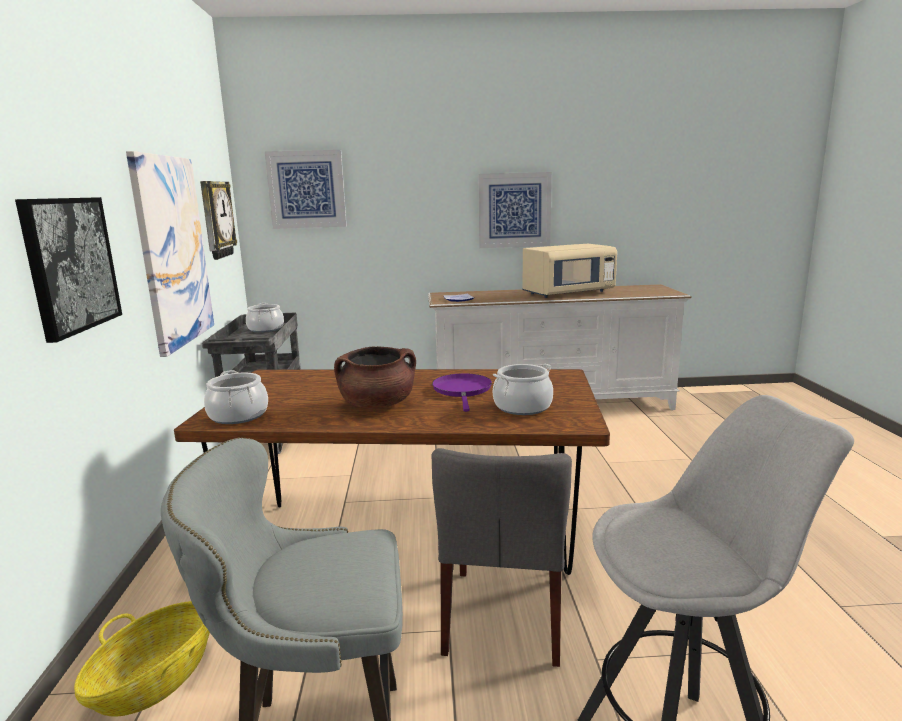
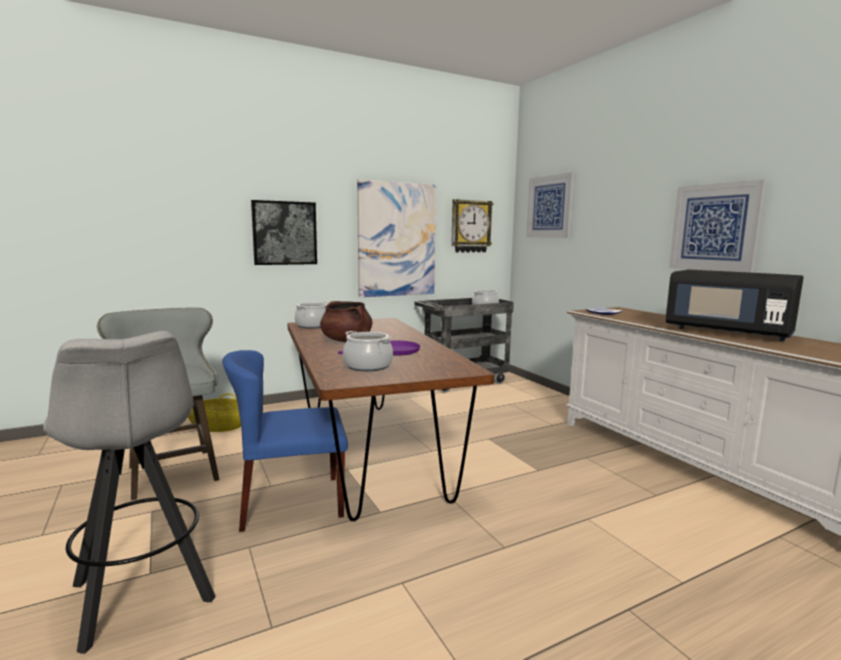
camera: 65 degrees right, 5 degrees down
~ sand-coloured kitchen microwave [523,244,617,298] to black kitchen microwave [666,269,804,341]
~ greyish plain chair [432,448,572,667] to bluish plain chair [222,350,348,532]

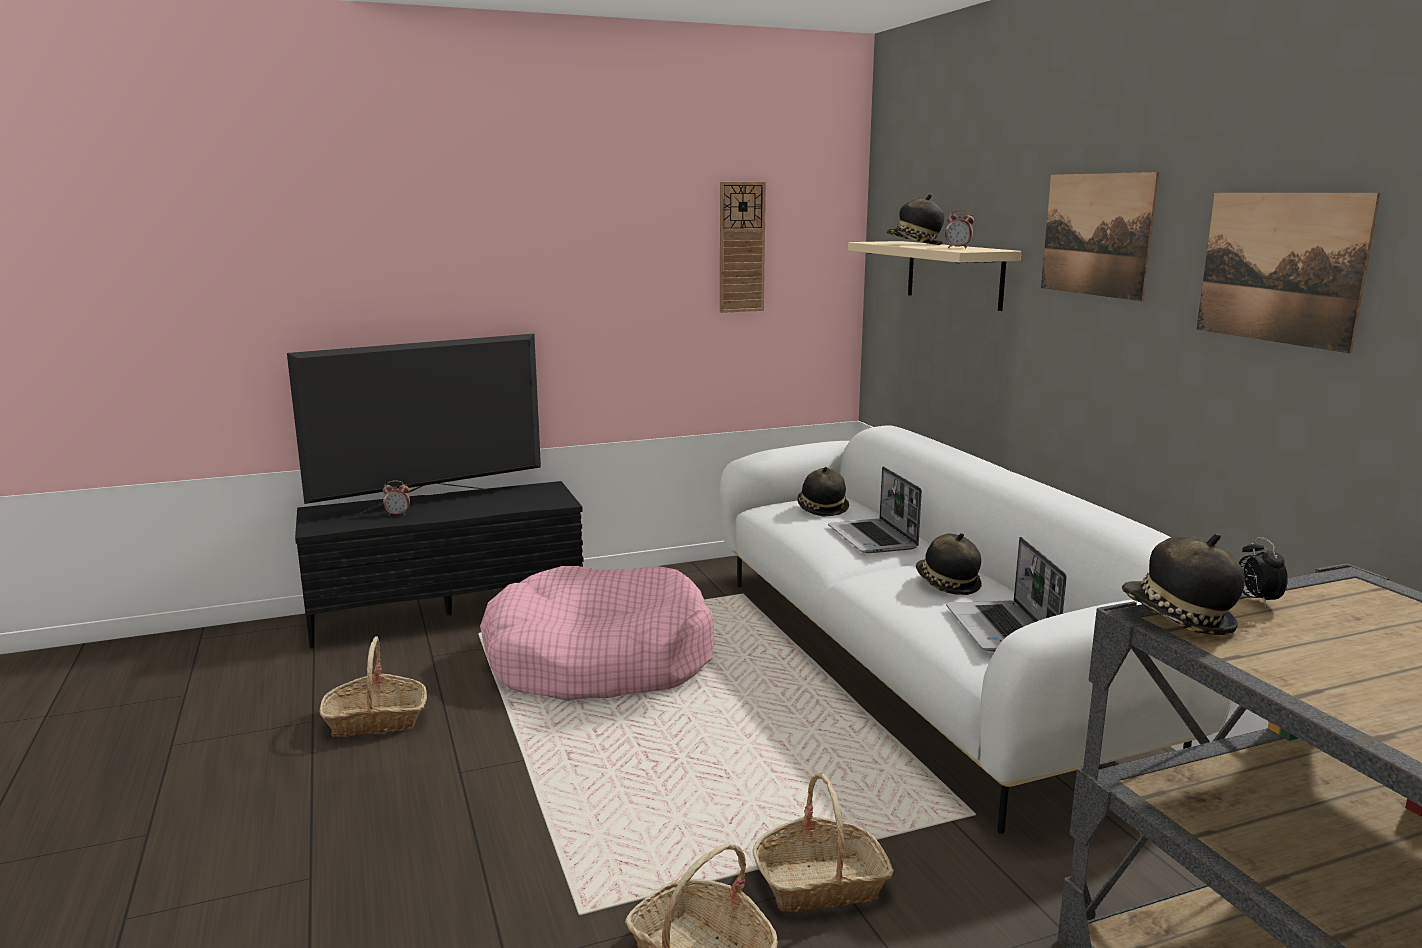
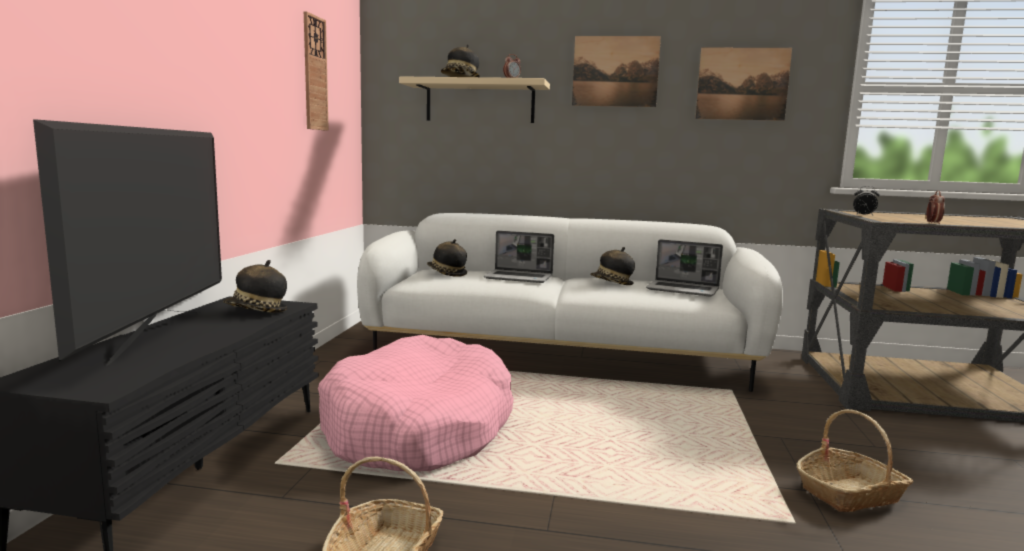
camera: 60 degrees left, 5 degrees down
~ table clock [383,480,410,516] to [926,191,945,224]
~ wearable hat [1122,534,1245,635] to [223,260,287,313]
- storage basket [753,774,894,912]

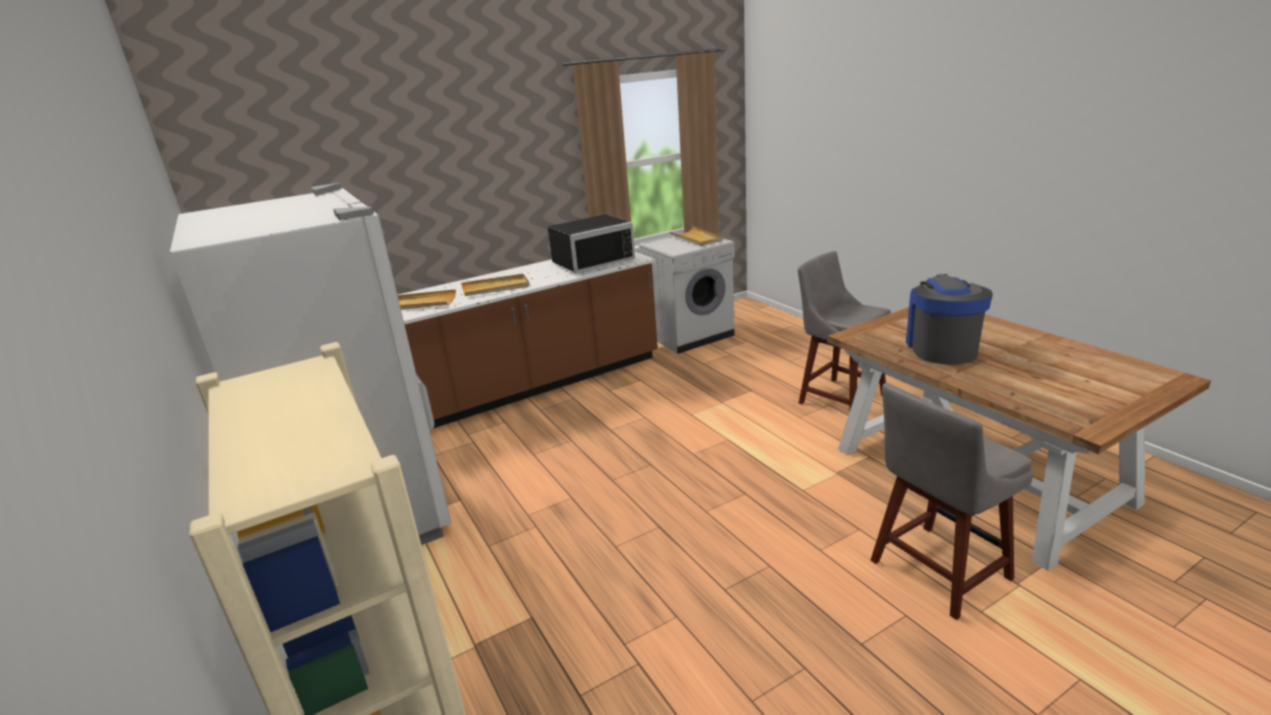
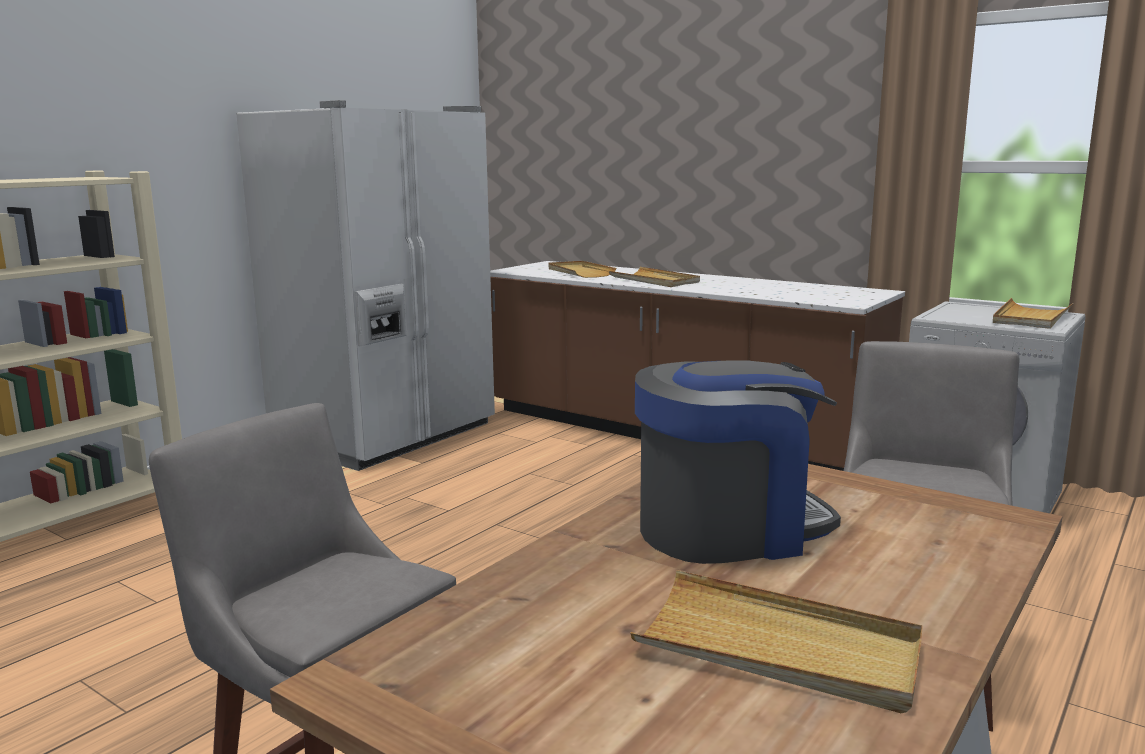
camera: 65 degrees right, 10 degrees down
- black kitchen microwave [548,214,635,273]
+ sand-coloured tray [631,570,923,713]

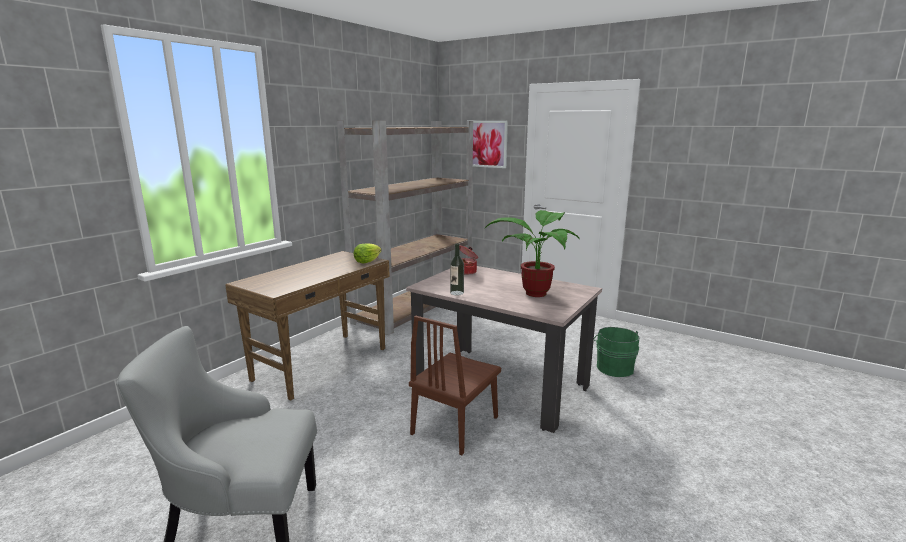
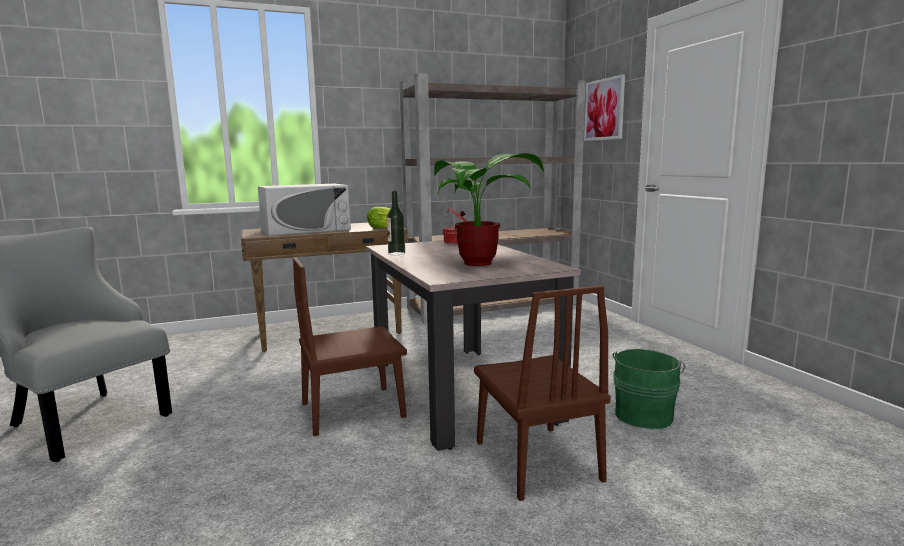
camera: 35 degrees right, 5 degrees down
+ white kitchen microwave [258,184,351,236]
+ brown-coloured plain chair [474,286,611,501]

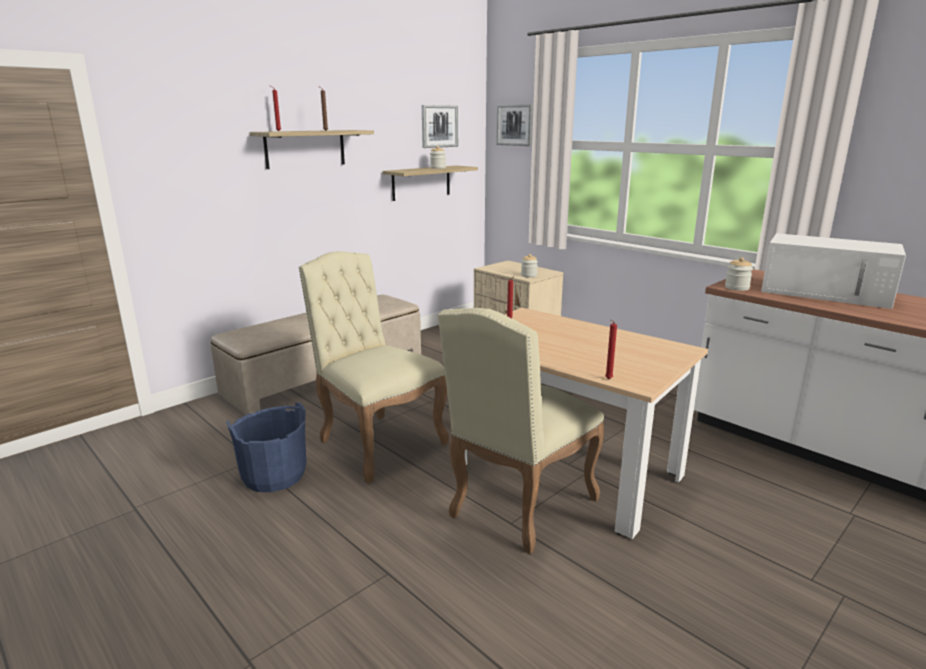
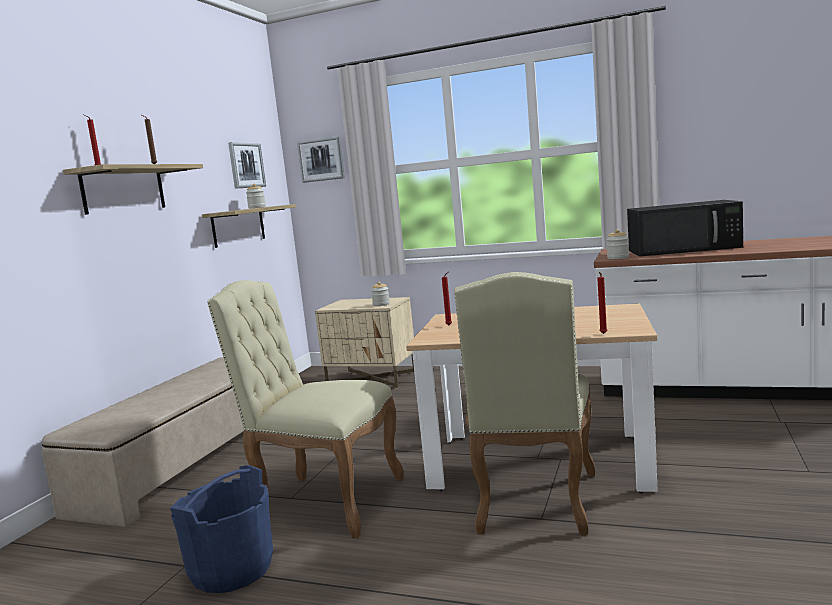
camera: 25 degrees left, 10 degrees down
~ white kitchen microwave [761,233,906,309] to black kitchen microwave [627,200,743,256]

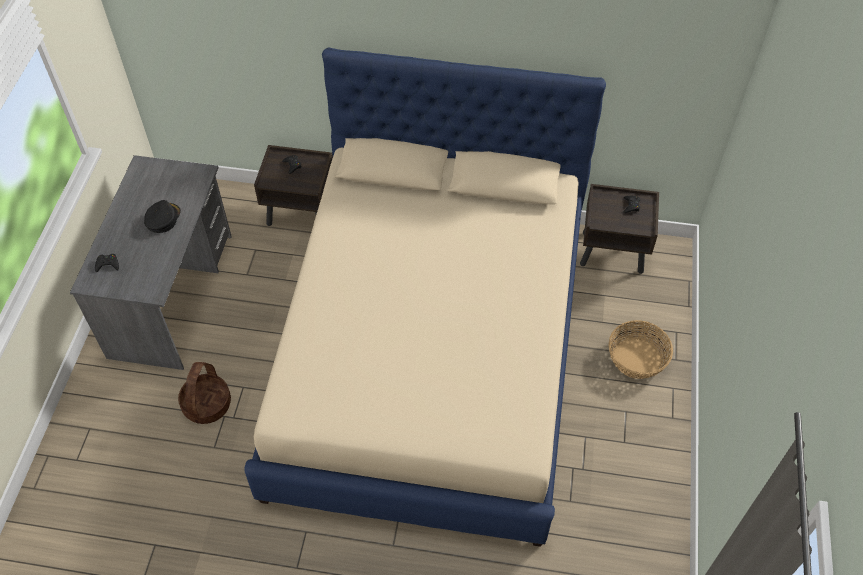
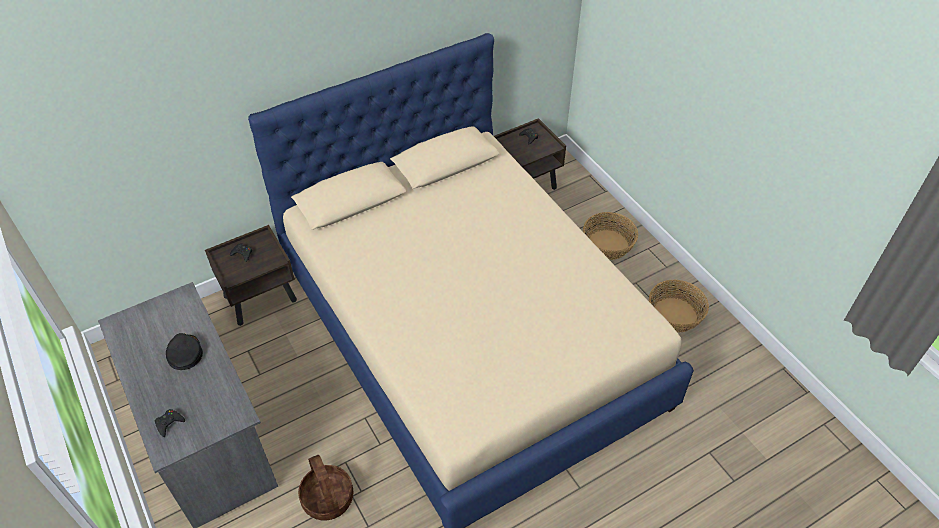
camera: 40 degrees left, 5 degrees down
+ storage basket [649,280,709,333]

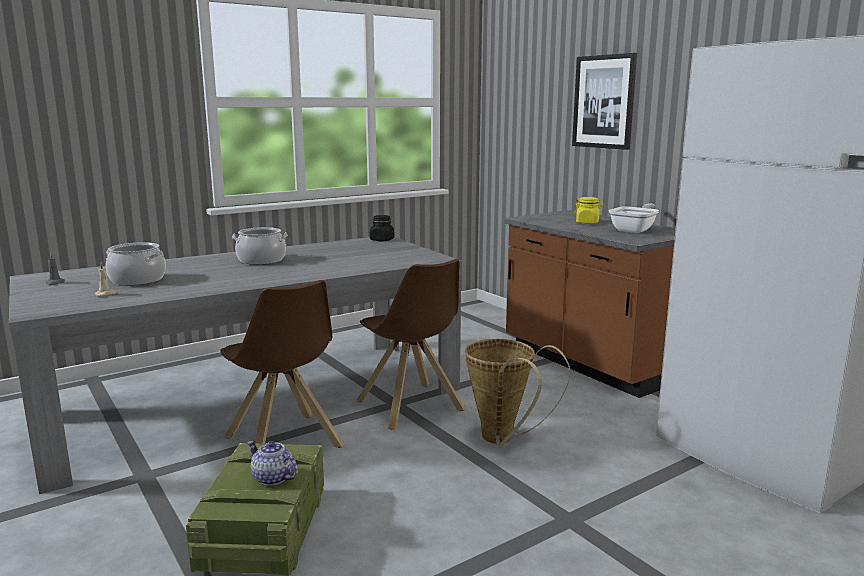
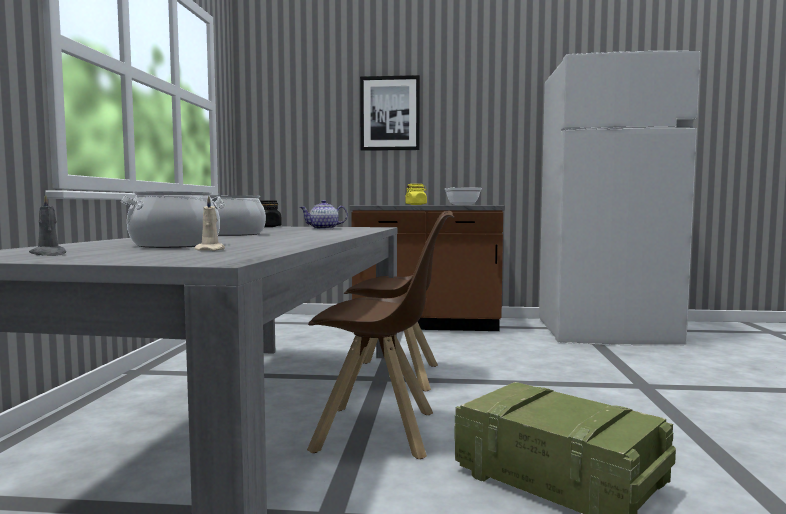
camera: 50 degrees left, 10 degrees down
- storage basket [465,339,570,446]
~ tea pot [247,441,298,486] to [299,200,348,229]

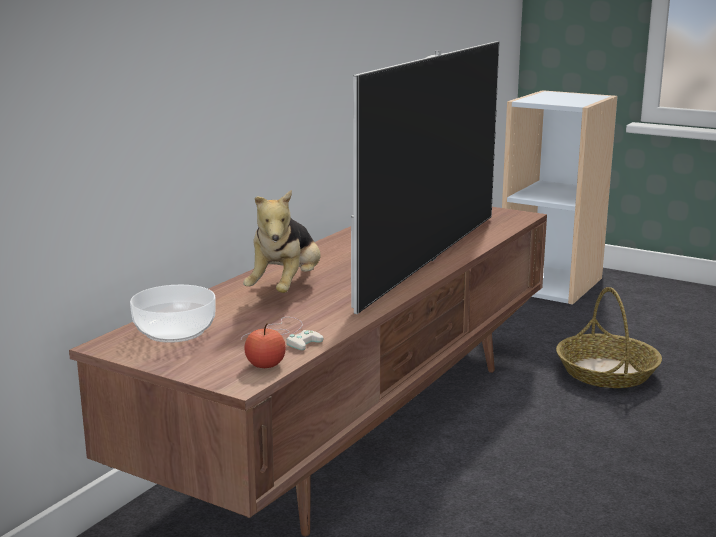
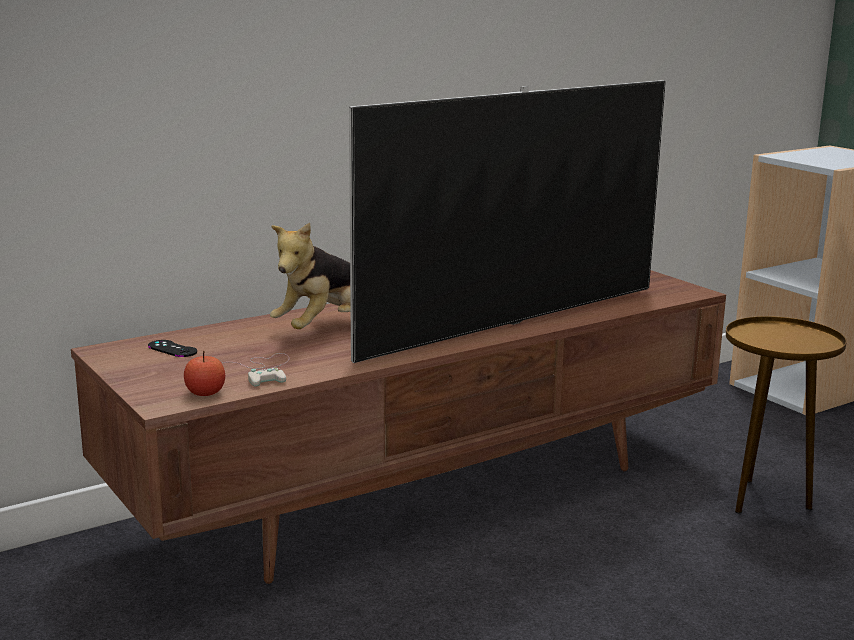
camera: 25 degrees right, 0 degrees up
~ serving bowl [130,285,216,343] to black joypad [148,340,197,357]
~ storage basket [556,287,662,388] to brown-coloured end table [726,316,847,513]

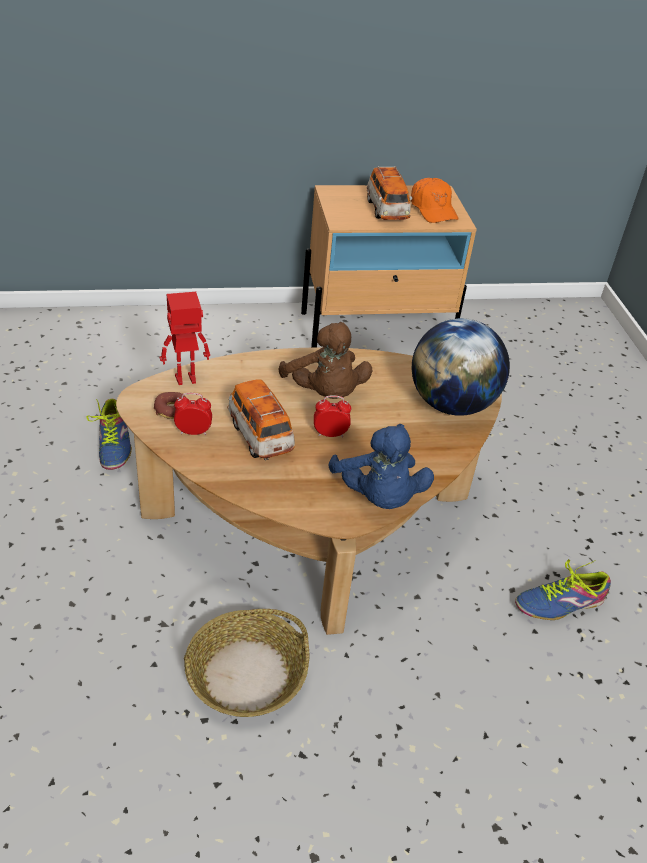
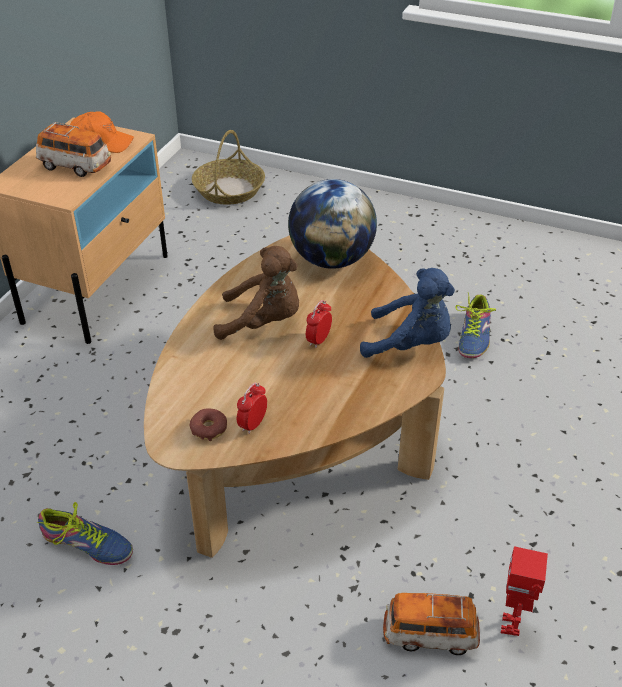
camera: 55 degrees left, 0 degrees up
~ toy robot [160,292,210,385] to [501,546,548,636]
~ toy car [227,379,295,460] to [383,593,480,655]
~ storage basket [184,609,309,717] to [192,130,265,205]

